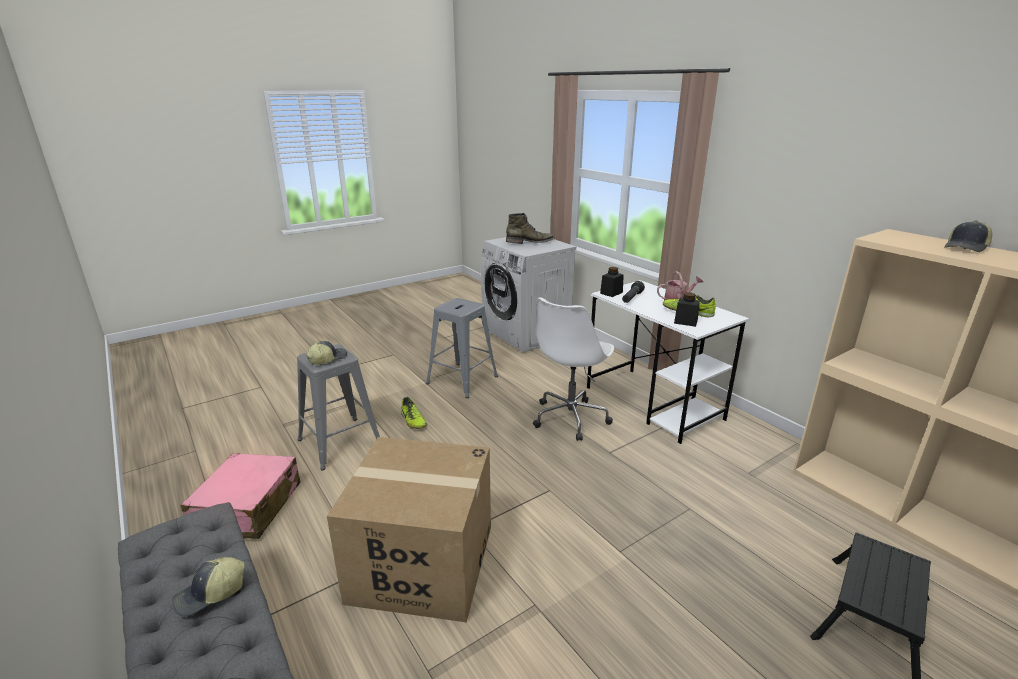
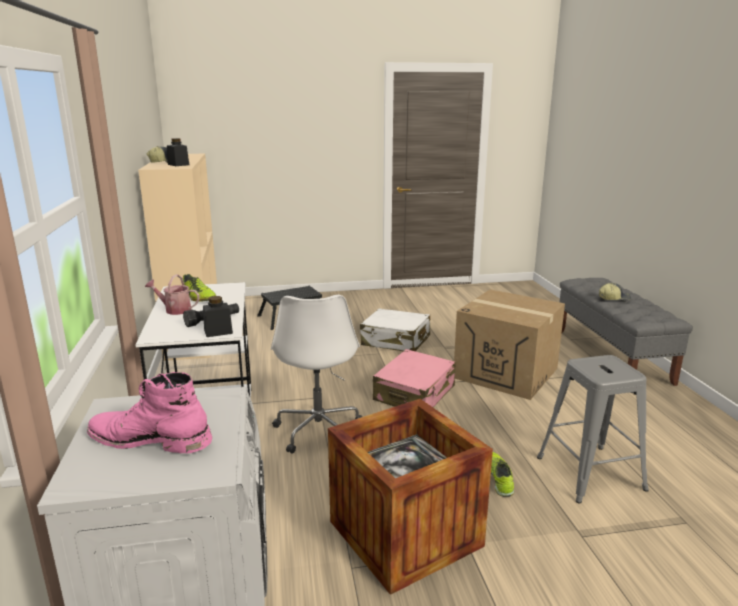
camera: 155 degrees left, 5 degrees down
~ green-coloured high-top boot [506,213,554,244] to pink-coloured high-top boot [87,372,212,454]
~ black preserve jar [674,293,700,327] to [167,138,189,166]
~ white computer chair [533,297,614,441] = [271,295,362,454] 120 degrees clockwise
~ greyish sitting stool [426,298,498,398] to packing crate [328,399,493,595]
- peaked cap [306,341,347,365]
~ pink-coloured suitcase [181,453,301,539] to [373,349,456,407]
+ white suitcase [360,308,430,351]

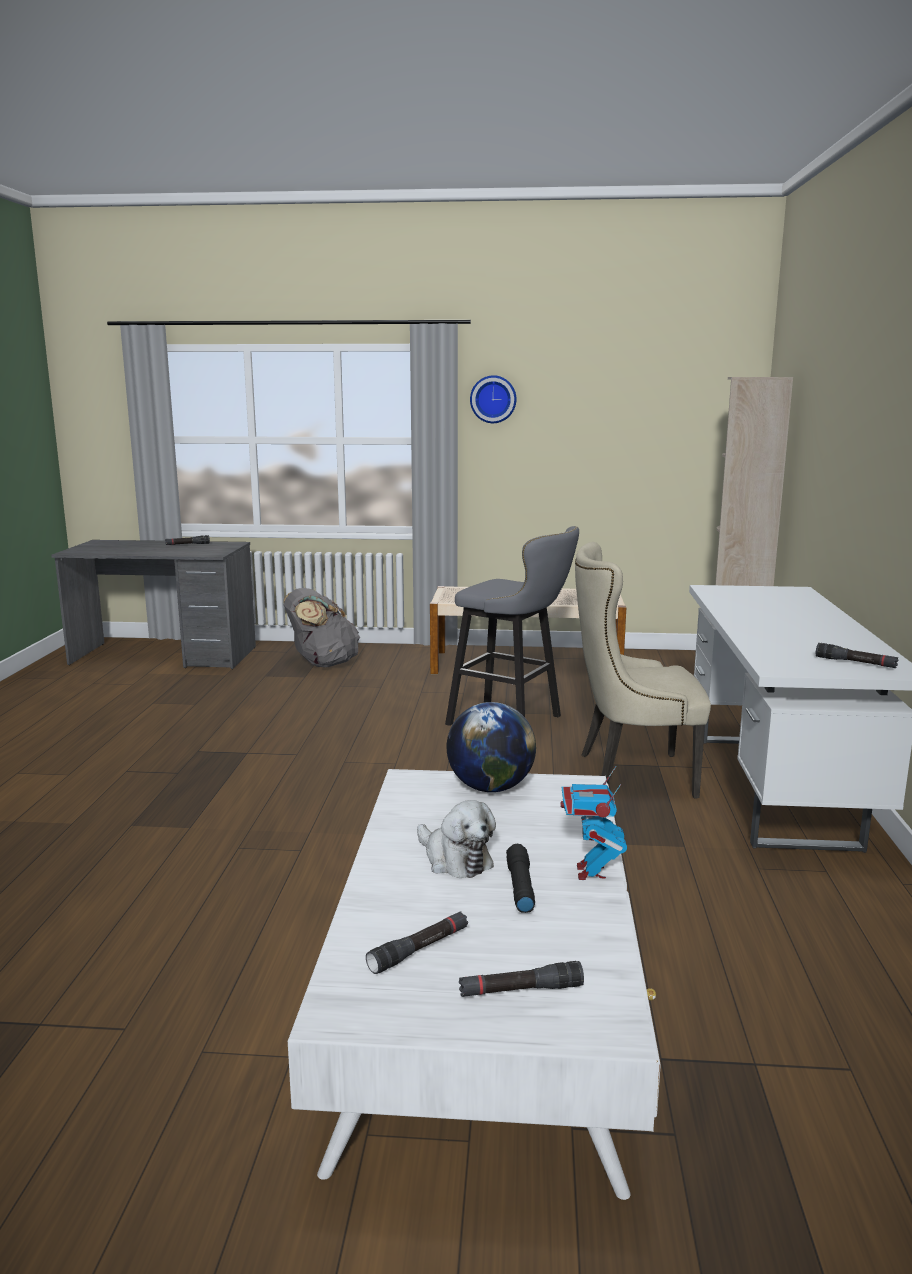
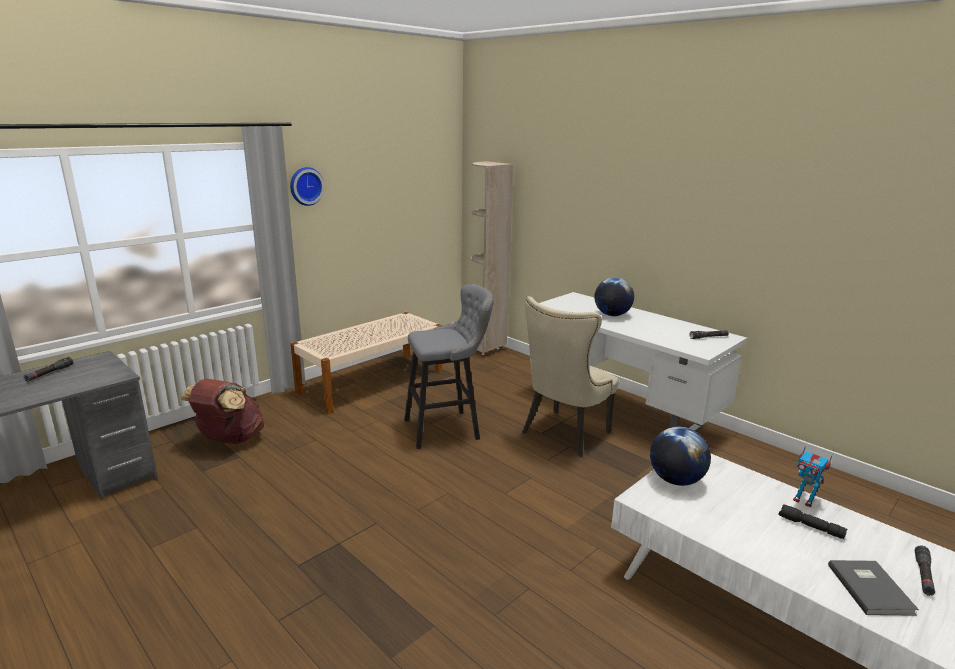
camera: 50 degrees left, 5 degrees up
~ greyish knapsack [283,588,360,668] to brown-coloured knapsack [180,379,264,444]
- soft toy [417,800,496,878]
~ black torch [366,912,468,974] to greyish bound book [828,560,919,616]
+ globe [594,277,634,316]

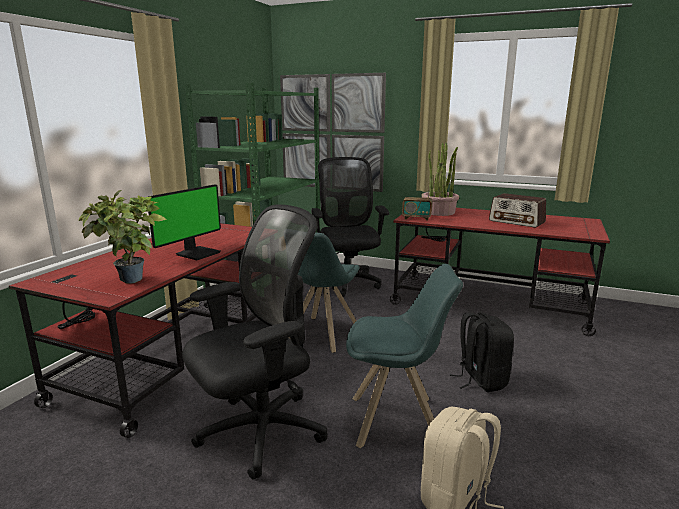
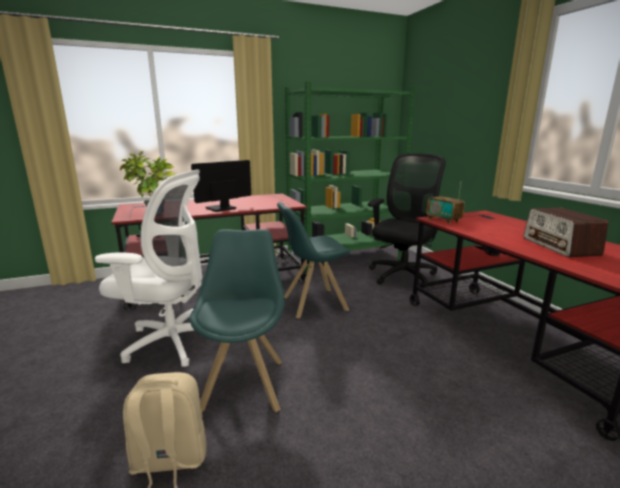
camera: 45 degrees right, 0 degrees up
- wall art [280,73,386,192]
- potted plant [421,142,459,216]
~ computer screen [148,184,221,260] = [191,160,251,212] 150 degrees clockwise
~ black computer chair [182,204,327,480] to white computer chair [95,170,203,367]
~ blue-green plain chair [346,264,463,448] = [189,229,285,413] 135 degrees counterclockwise
- black knapsack [449,312,514,392]

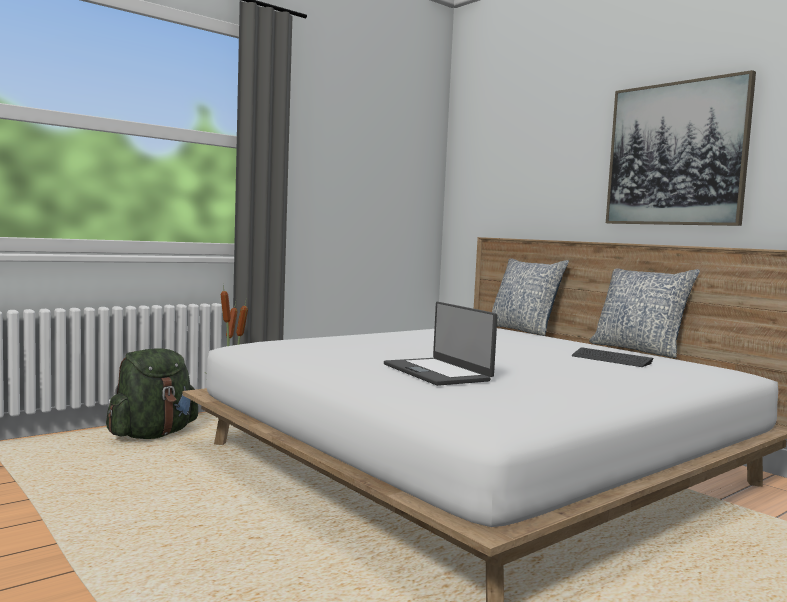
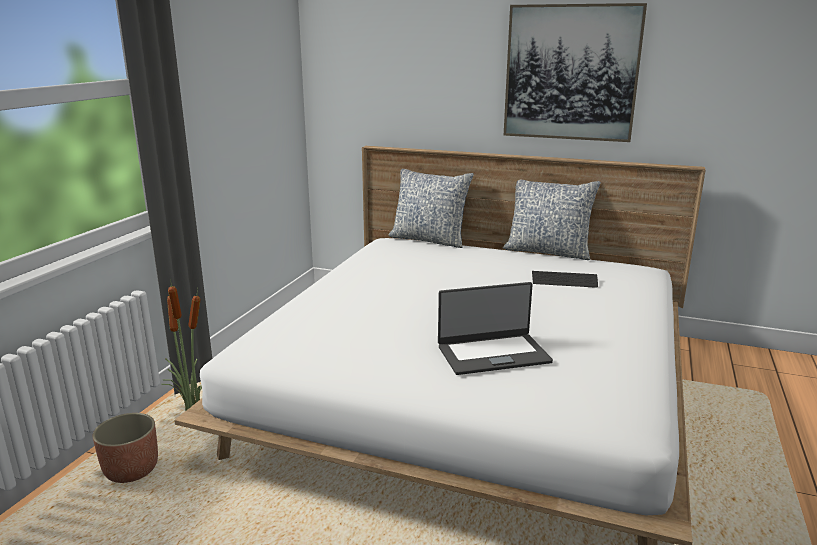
camera: 30 degrees left, 15 degrees up
~ portable computer [384,302,498,386] = [438,282,553,375] 45 degrees counterclockwise
~ green-coloured knapsack [106,348,198,439] to flower pot [92,413,158,483]

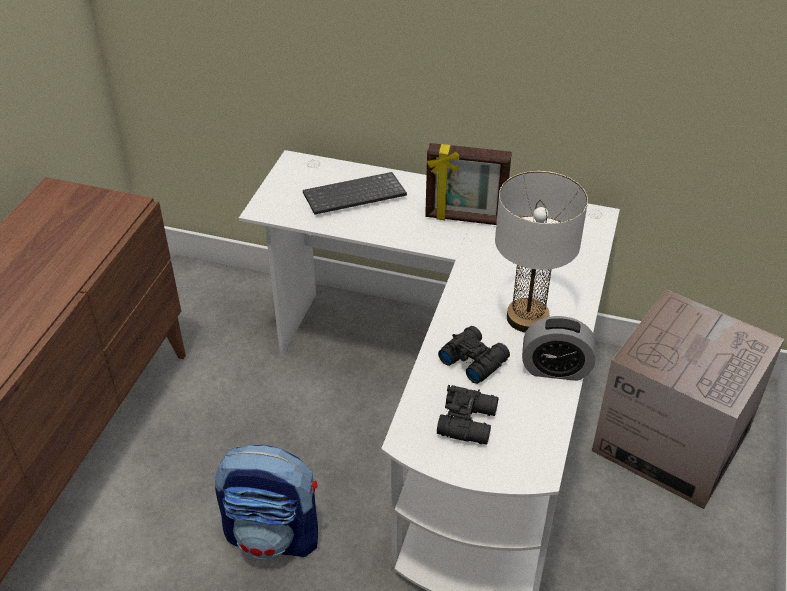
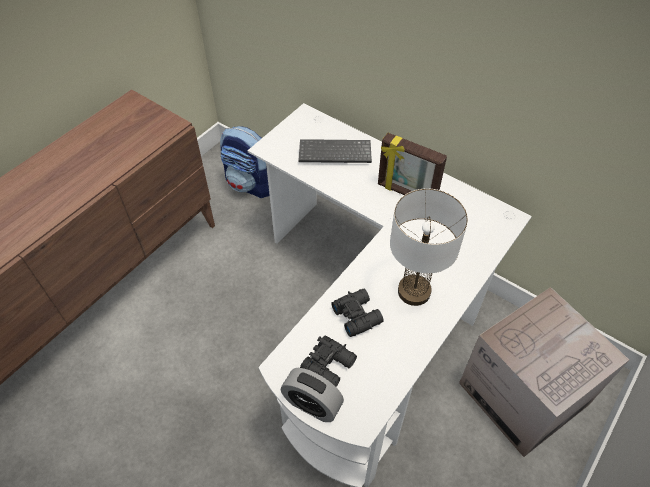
camera: 20 degrees right, 10 degrees up
~ table clock [522,316,595,381] to [281,368,344,422]
~ knapsack [215,445,318,559] to [220,126,270,198]

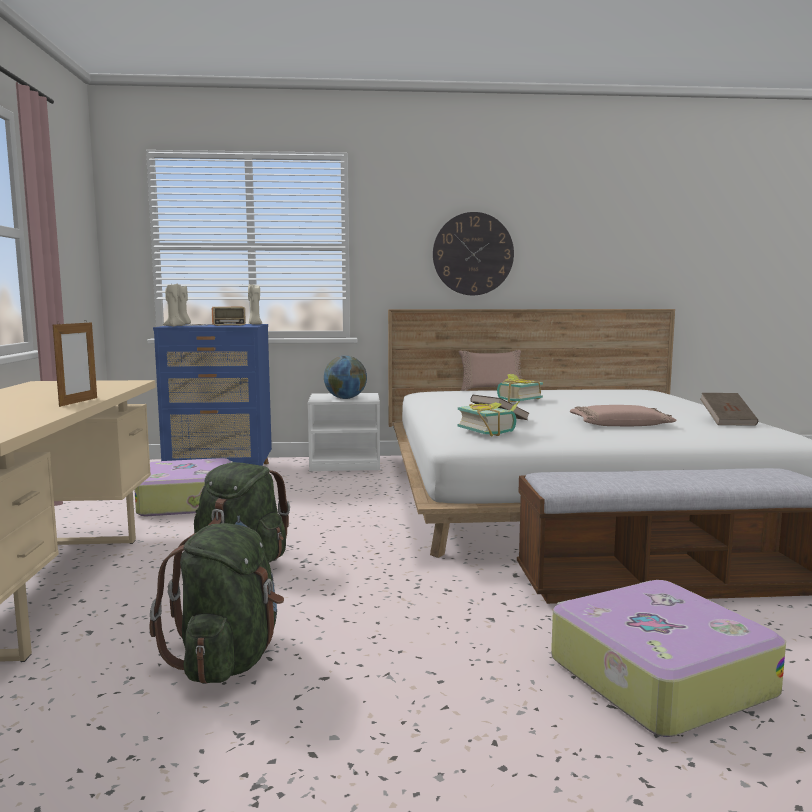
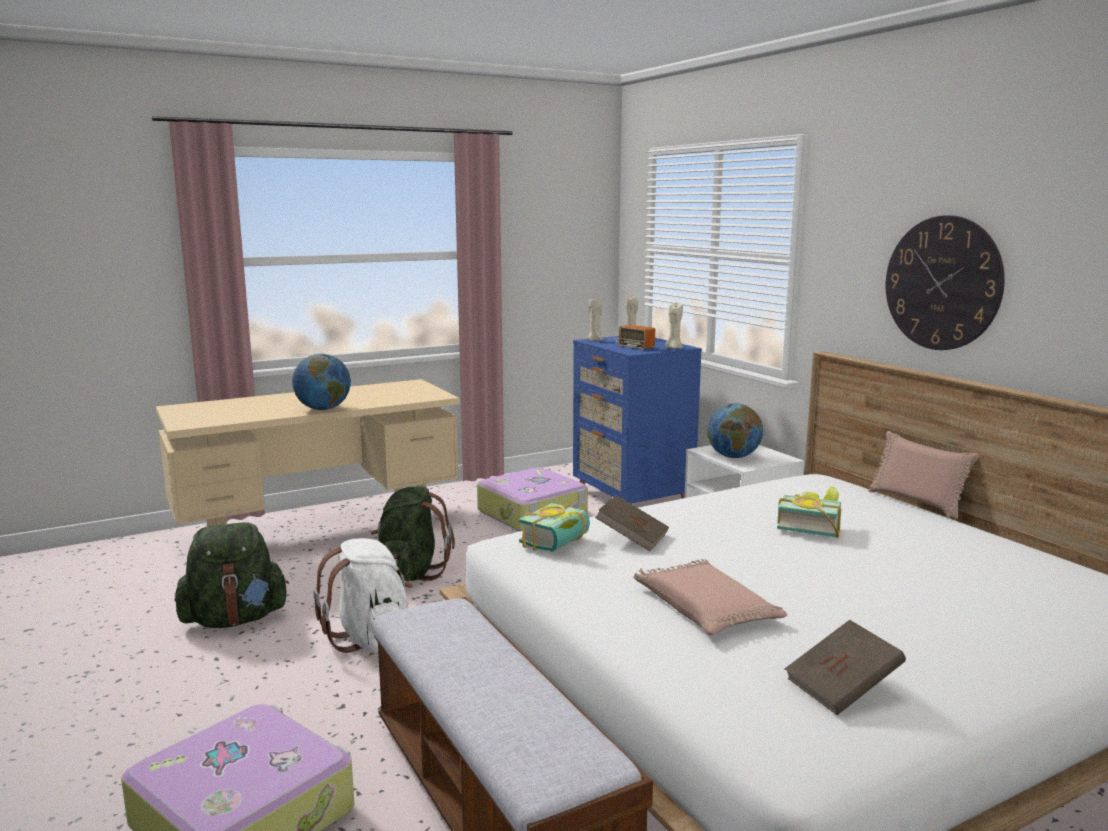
camera: 65 degrees right, 5 degrees up
~ standing frame [53,321,97,407] to globe [292,354,351,410]
+ white knapsack [313,538,413,653]

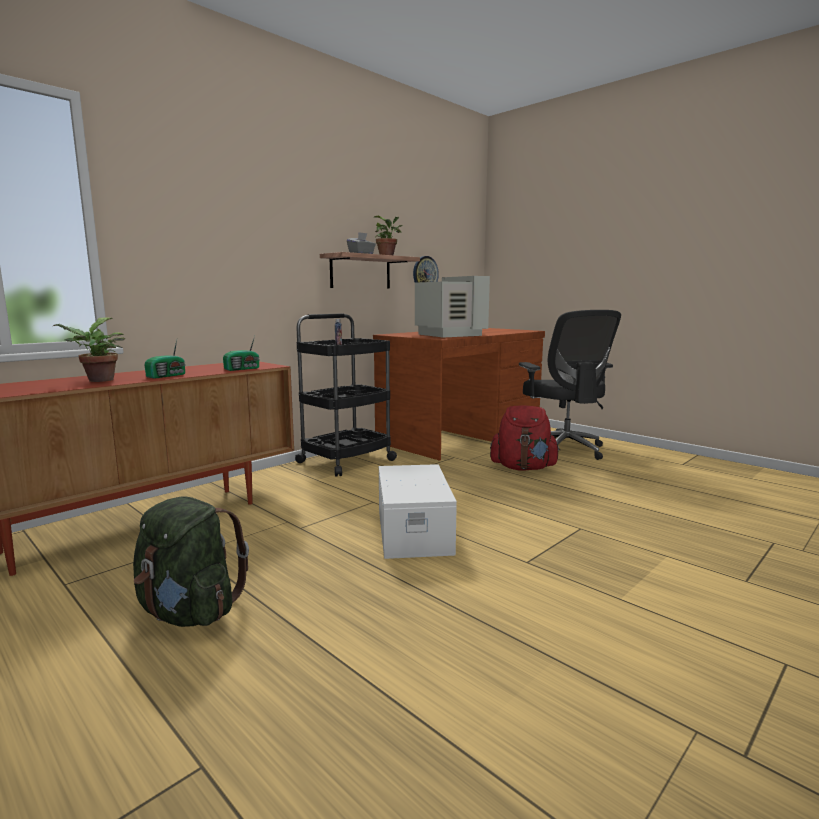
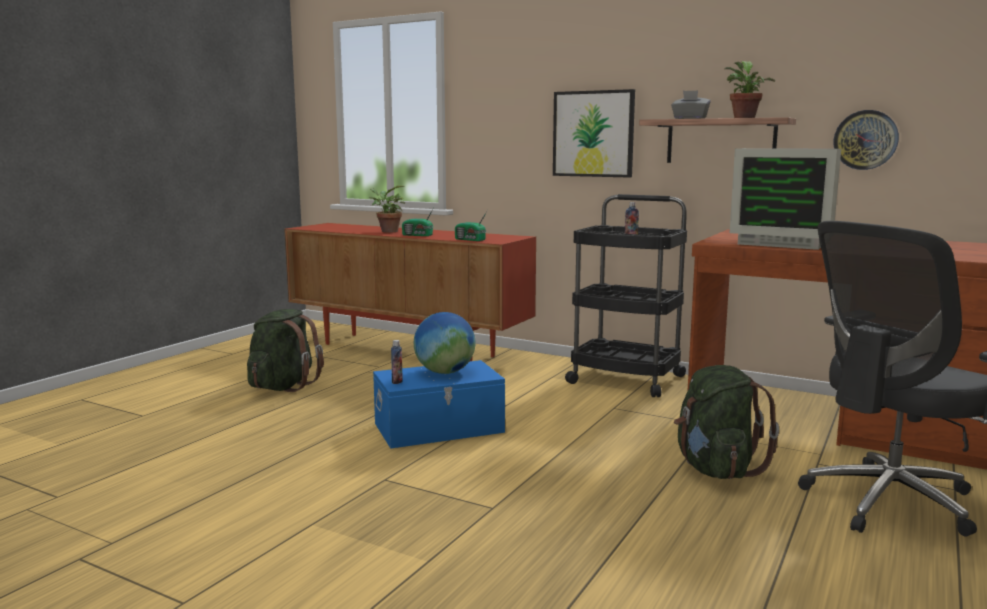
camera: 75 degrees right, 0 degrees up
~ computer screen [415,276,490,337] = [730,148,841,250] 75 degrees clockwise
~ red knapsack [490,405,560,471] to green-coloured knapsack [674,365,779,479]
~ white storage box [379,464,457,559] to bluish storage box [373,360,505,449]
+ wall art [553,89,635,178]
+ globe [414,312,475,374]
+ bottle [391,340,403,384]

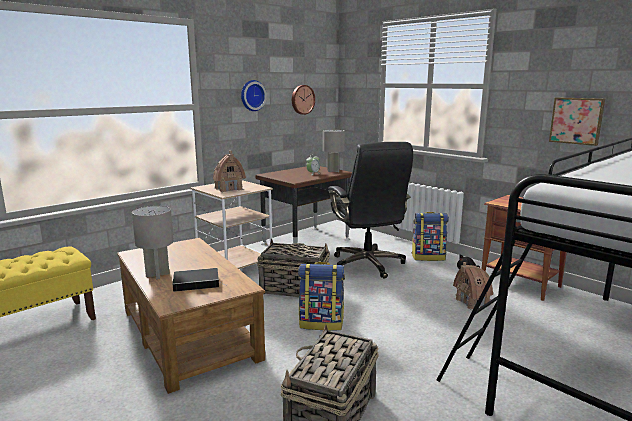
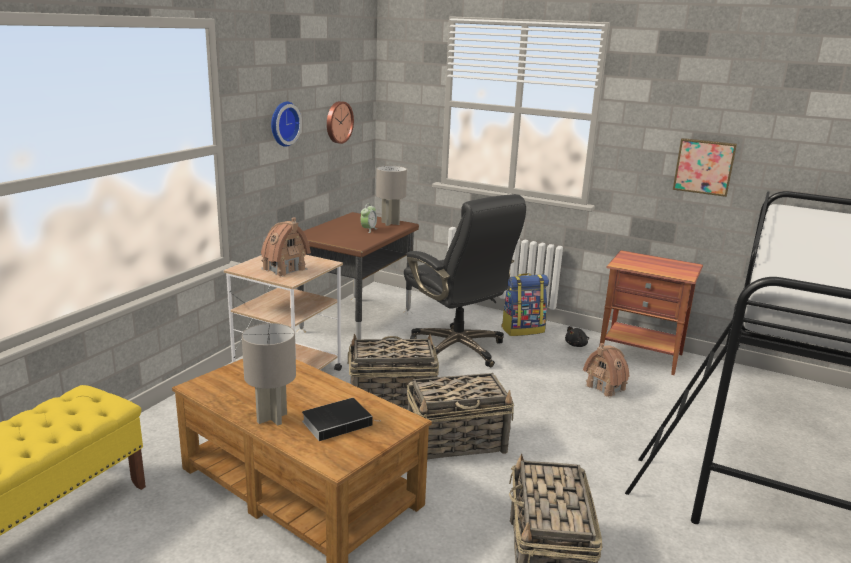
camera: 20 degrees left, 5 degrees up
~ knapsack [298,262,345,330] to storage basket [407,373,514,459]

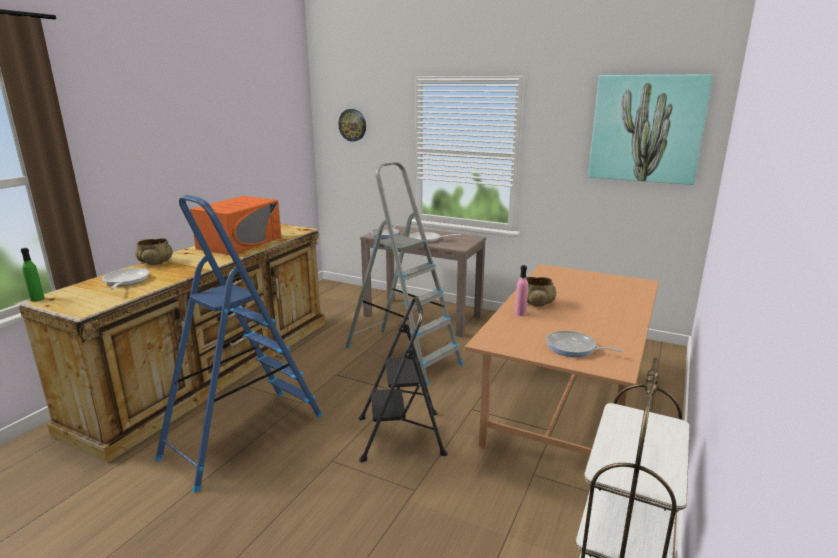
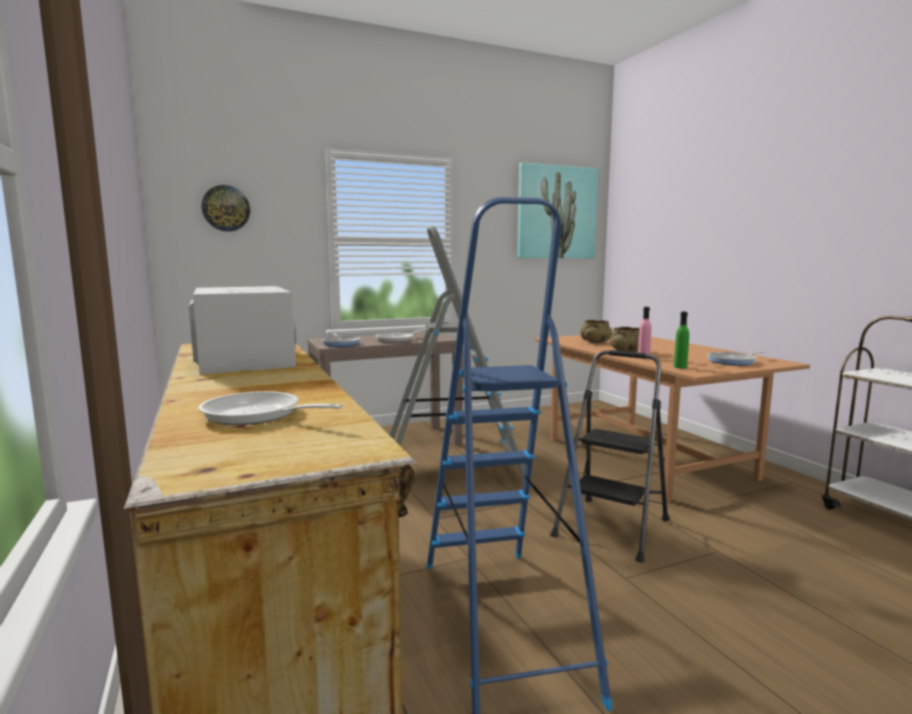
camera: 50 degrees left, 10 degrees down
~ orange kitchen microwave [190,196,281,255] to white kitchen microwave [189,286,297,374]
~ sand-coloured serving bowl [135,238,173,265] to [580,320,612,343]
~ green-coloured bottle [21,248,45,302] to [674,312,689,369]

